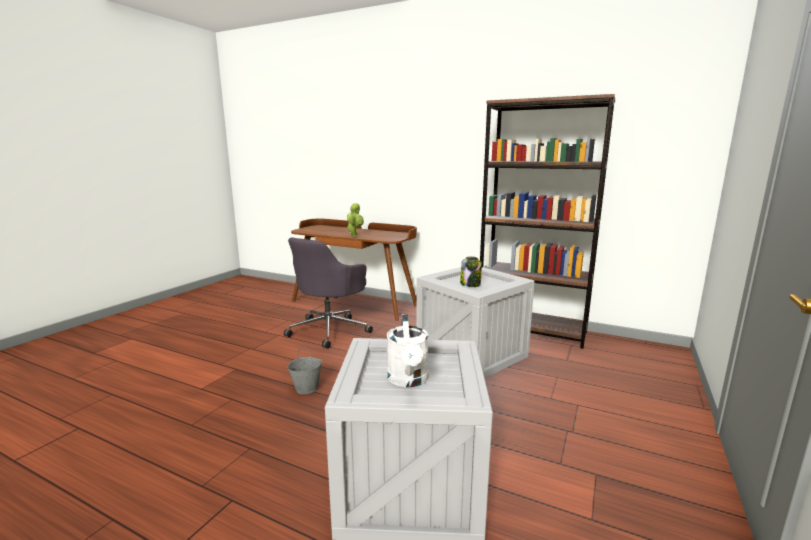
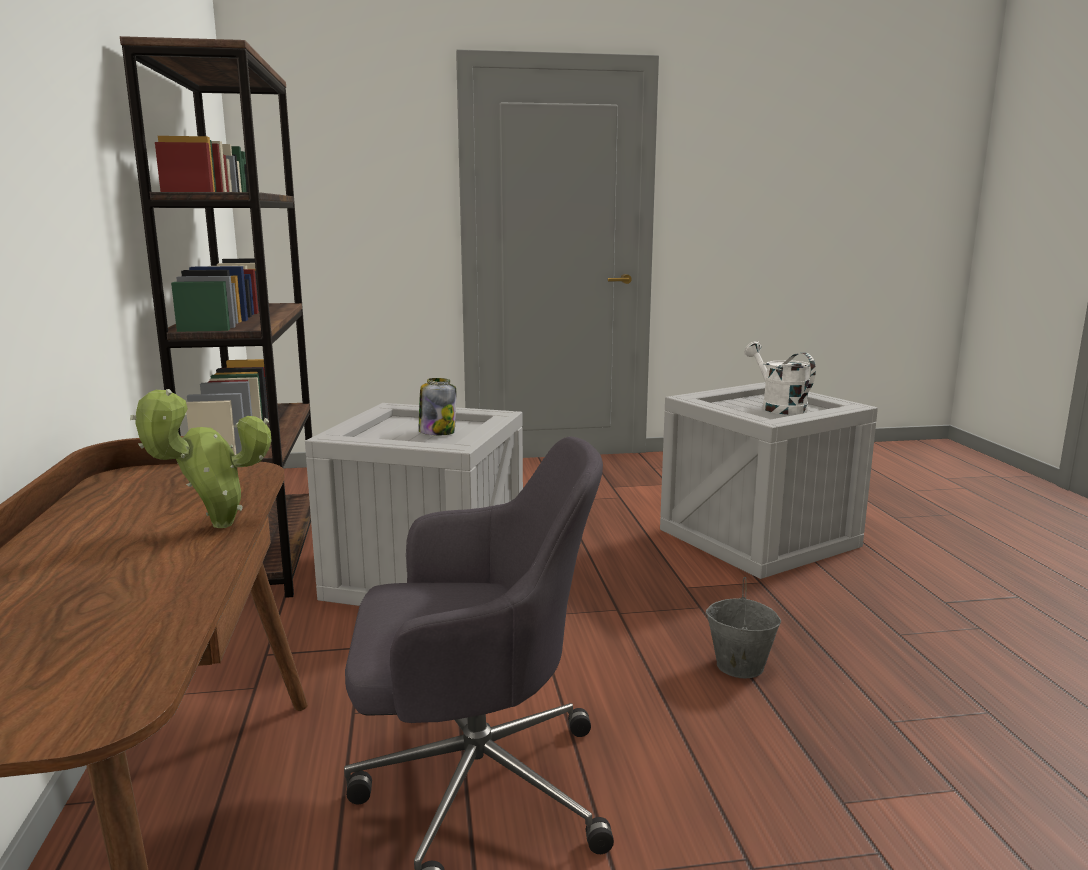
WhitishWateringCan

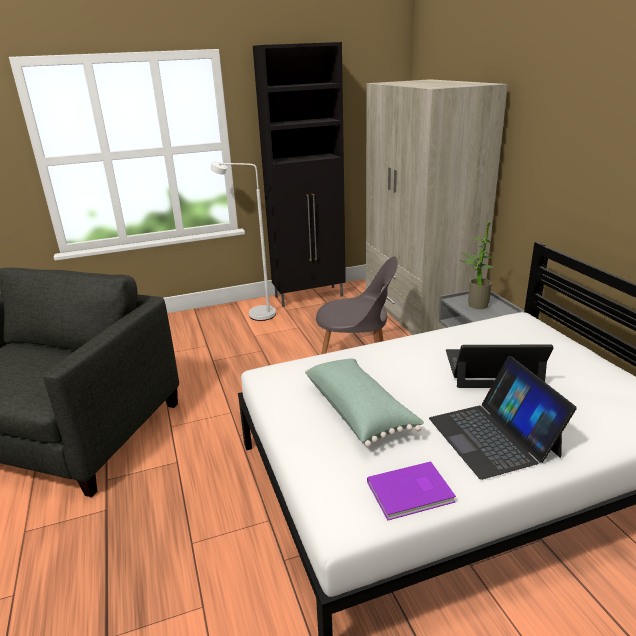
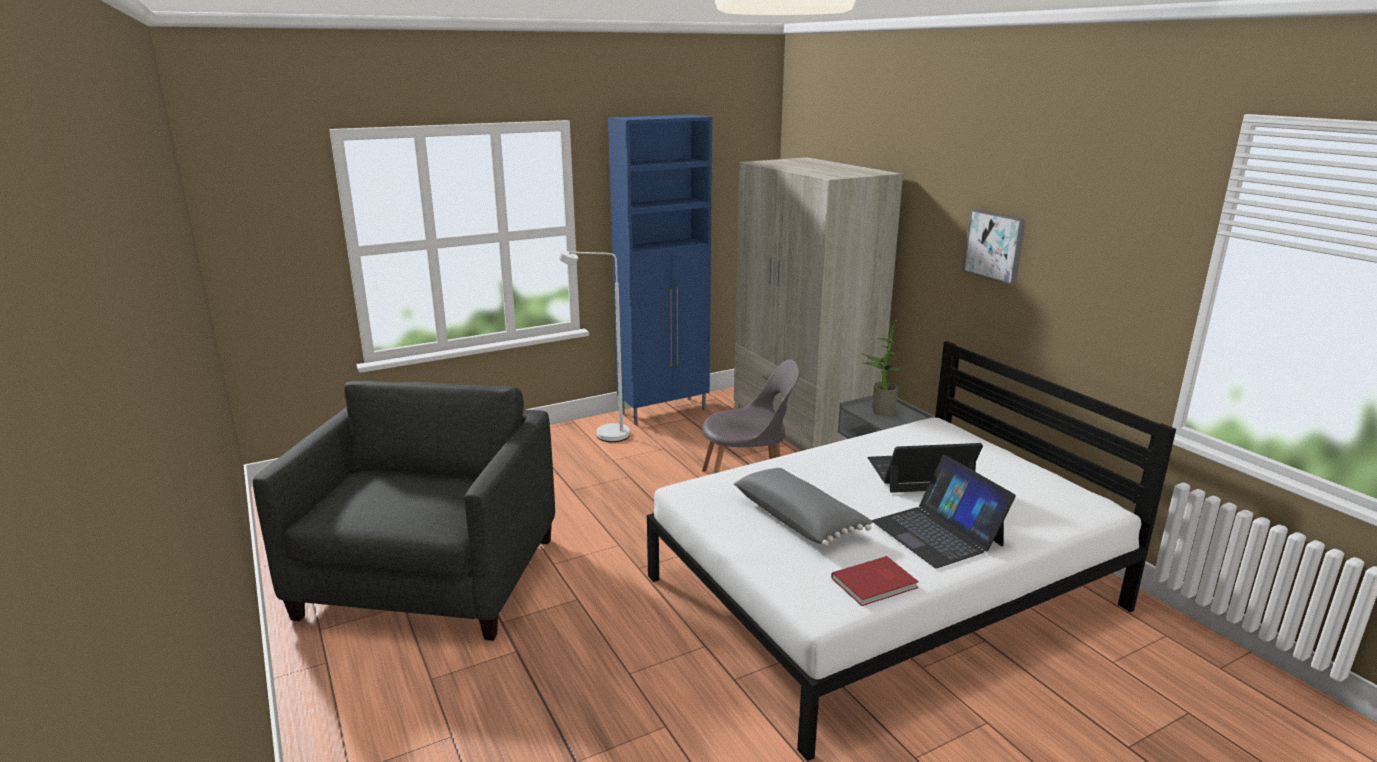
BluishStorageCabinet
GreyishThrowPillow
RedBoundBook
WallPicture

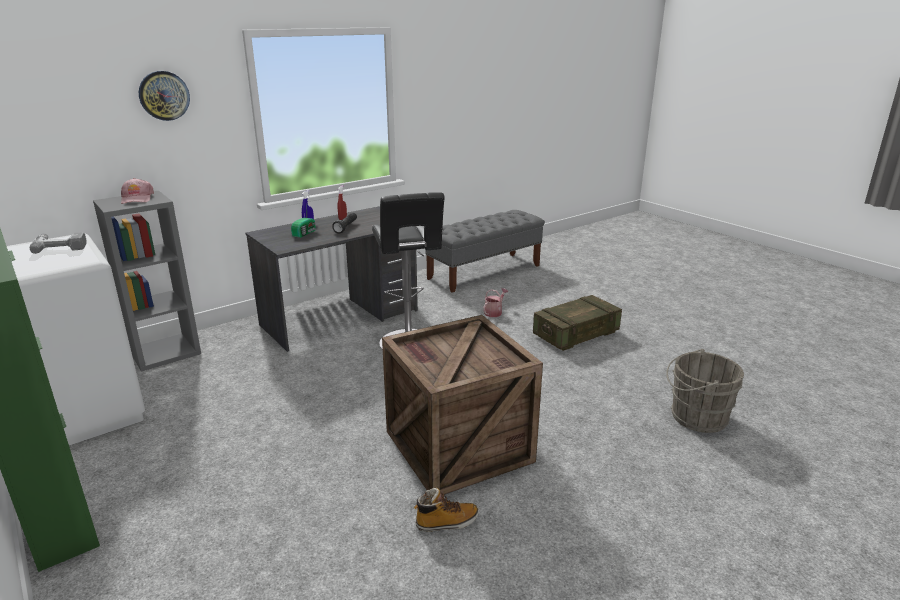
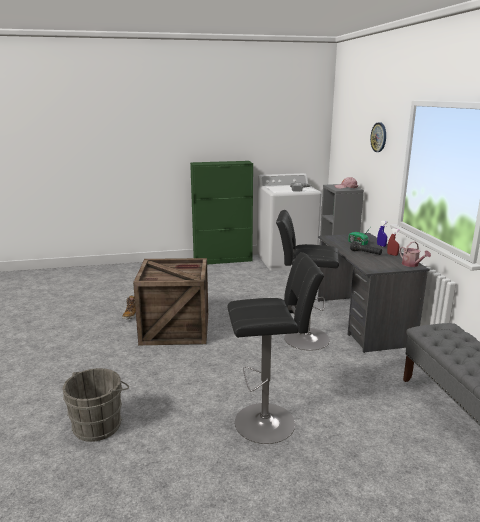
BlackishStoolSeat (no. 1 from left)
WateringCan

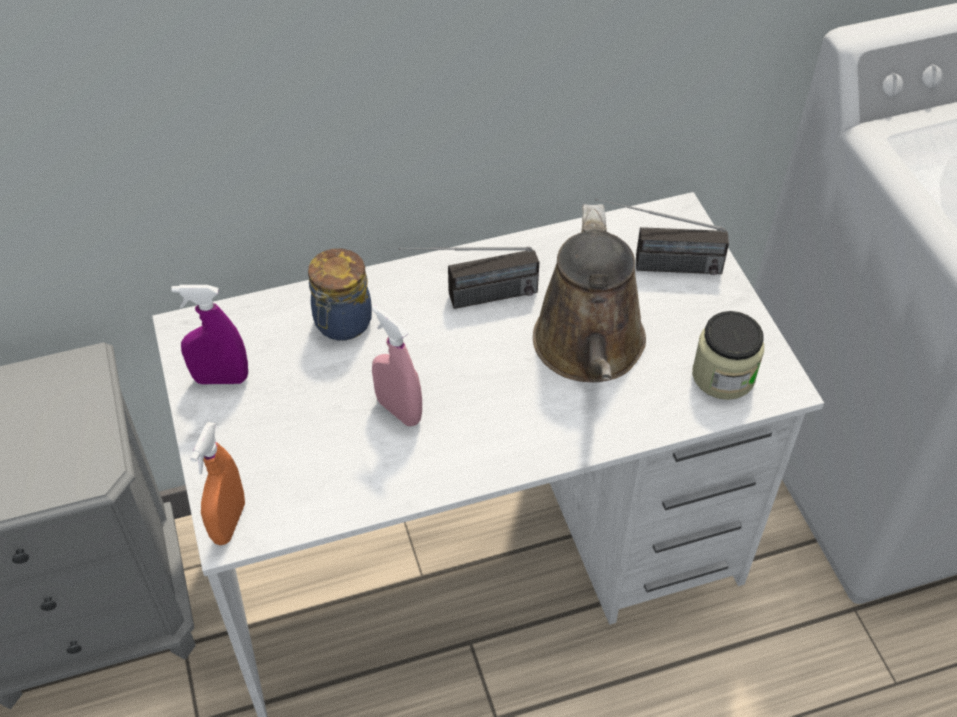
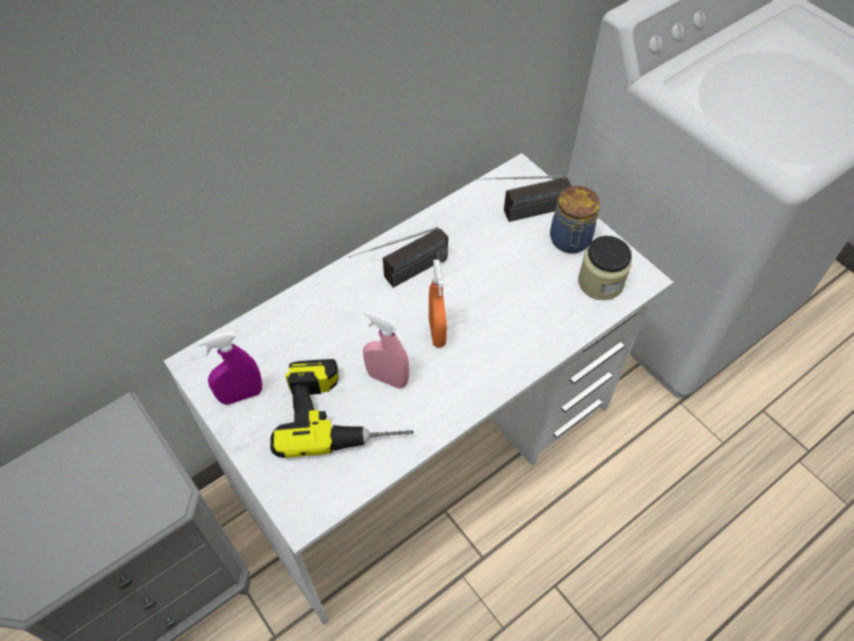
PowerDrill
OrangeColouredSprayBottle
Jar (no. 1 from left)
BrownColouredWateringCan

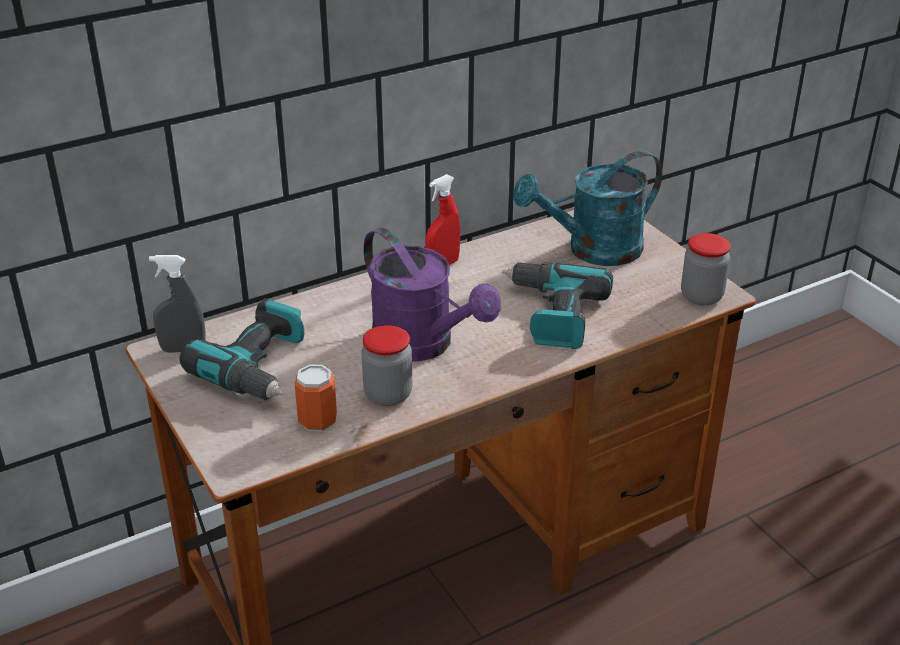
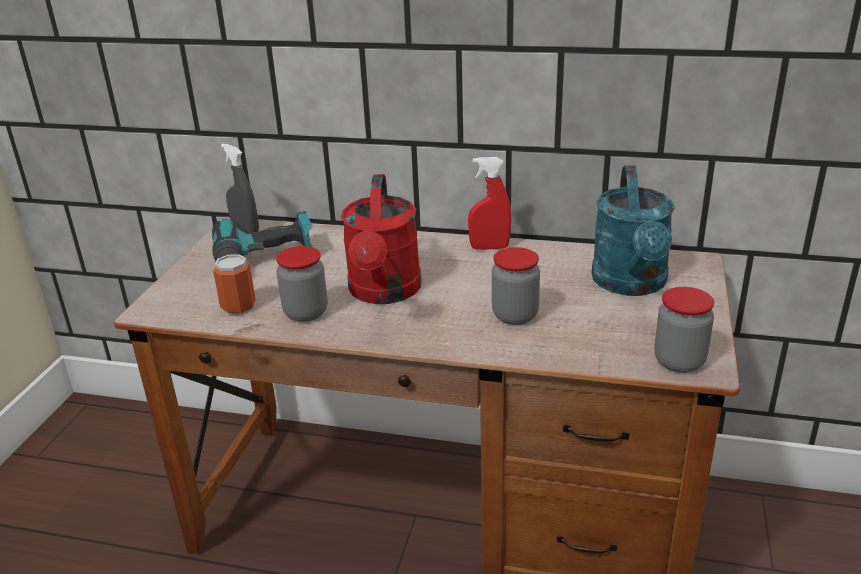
RedWateringCan
Jar (no. 2 from left)
TurquoiseWateringCan

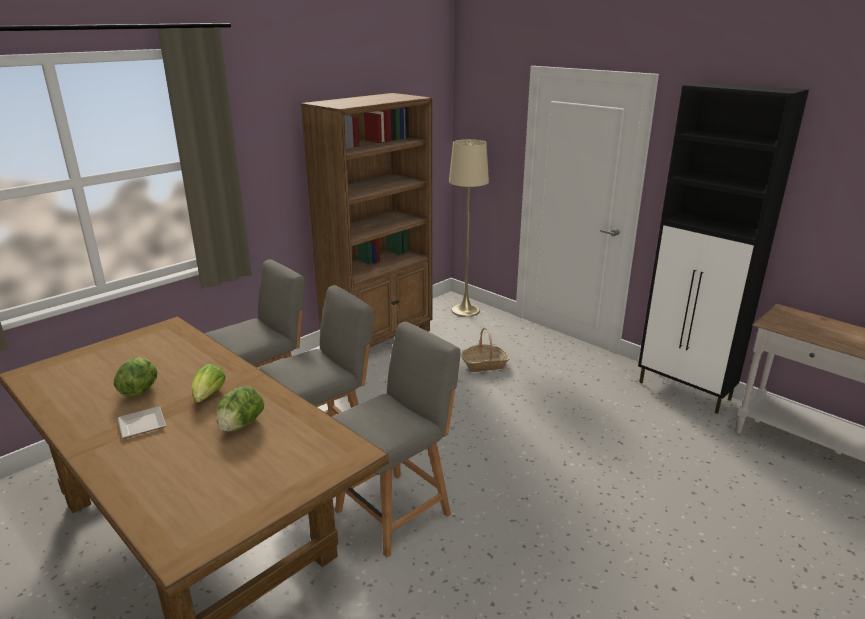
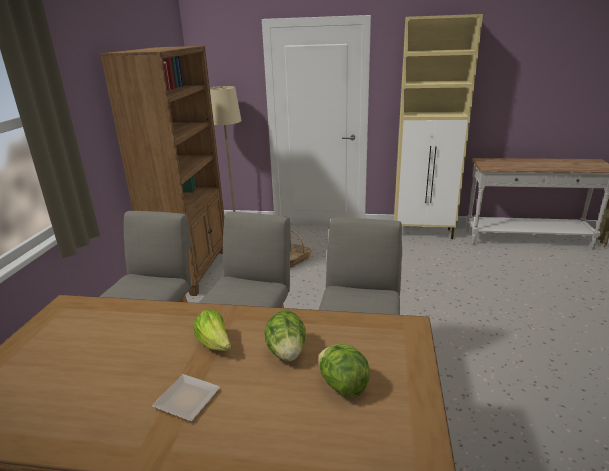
LettuceHead (no. 3 from left)
BeigeColouredStorageCabinet

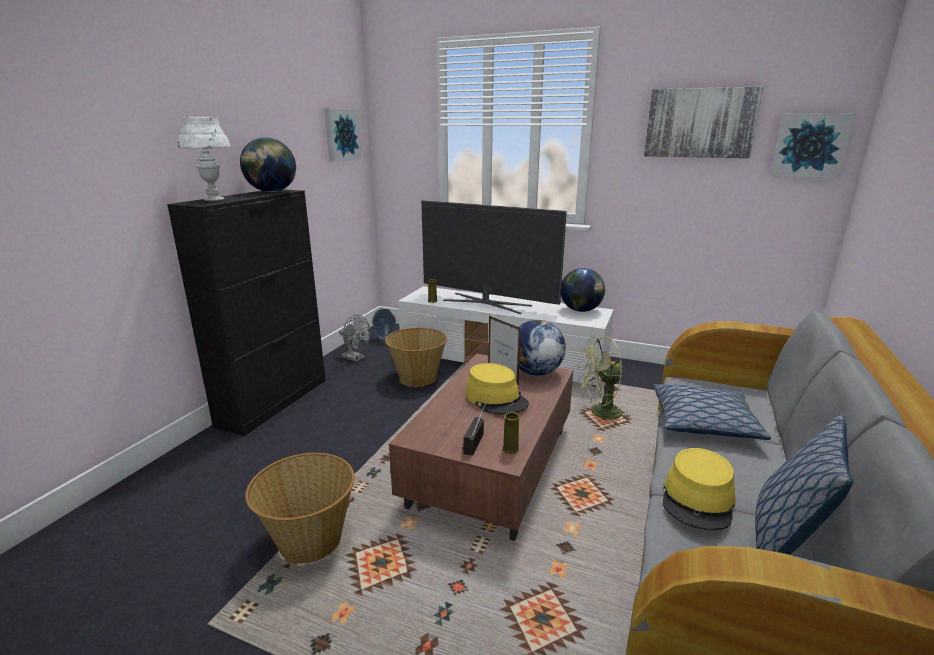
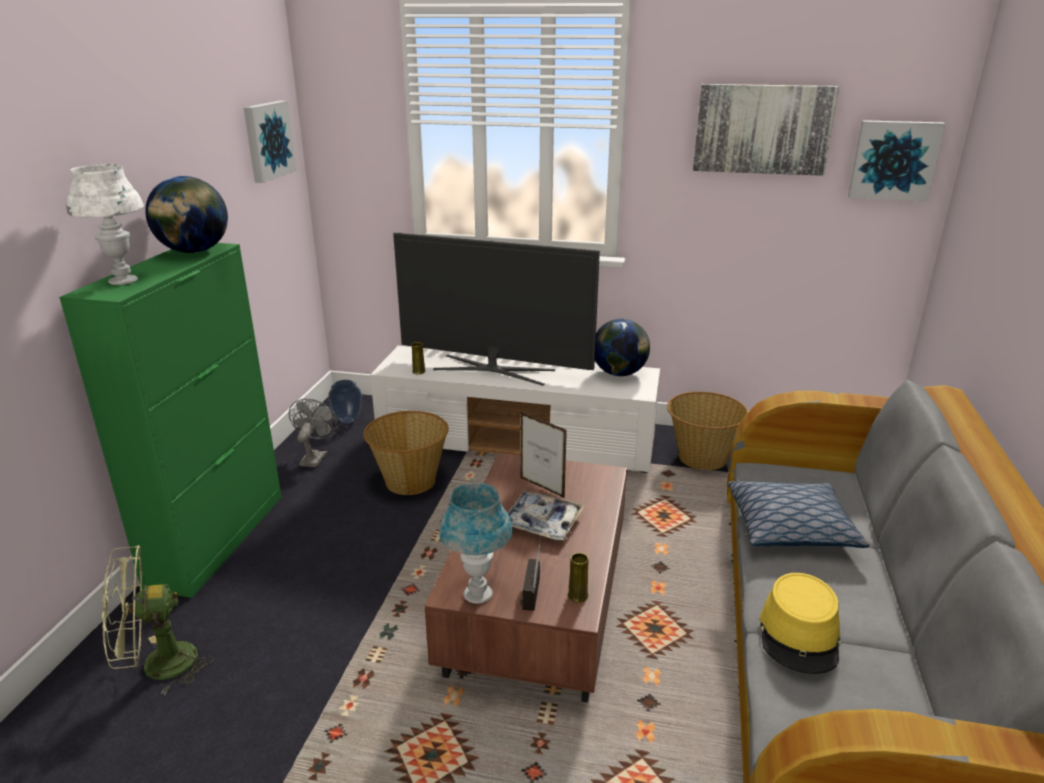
GreenishStorageCabinet
GreenishElectricFan
GreyishElectricFan
BluishTabletopLamp
Tray
StorageBasket (no. 2 from left)
Globe (no. 2 from left in the first image)
ThrowPillow (no. 2 from left in the first image)

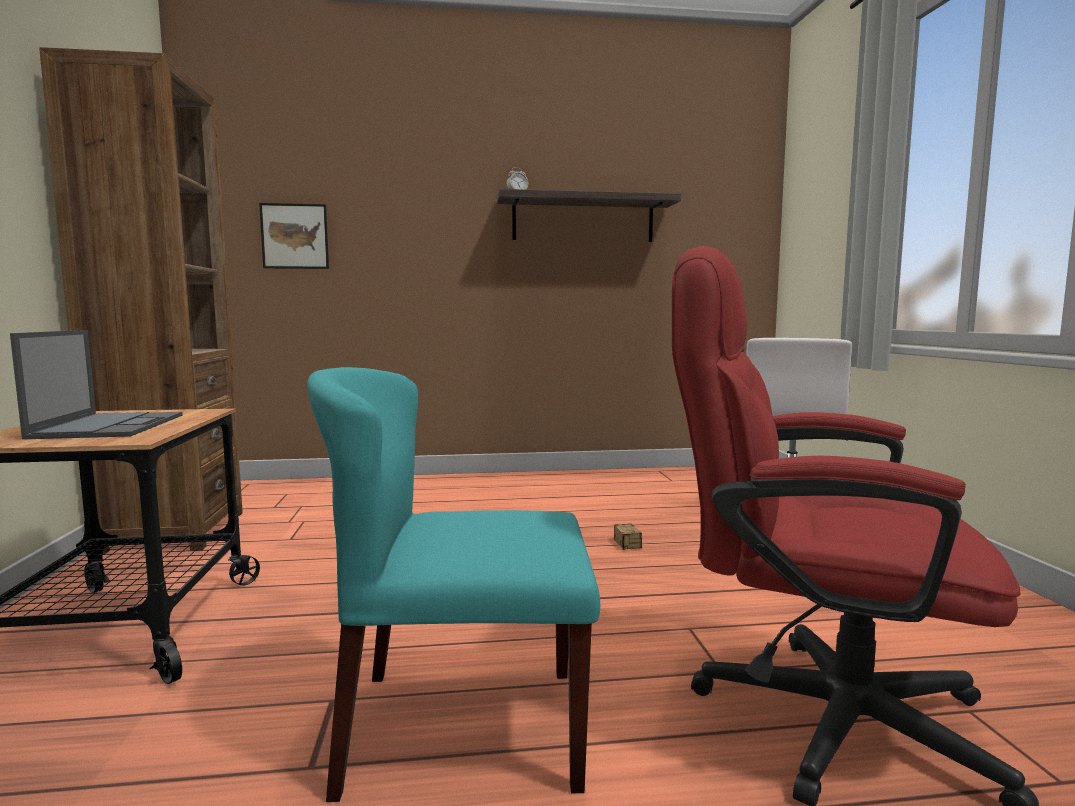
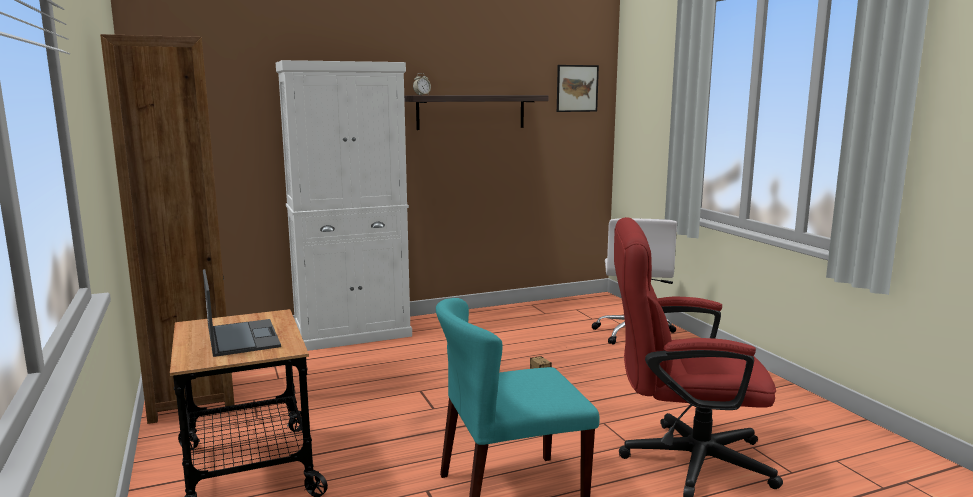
WhitishStorageCabinet
WallPicture

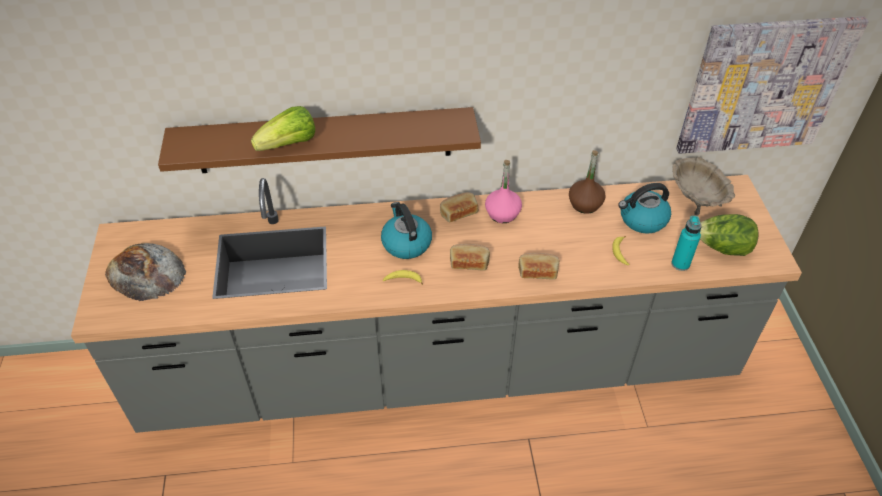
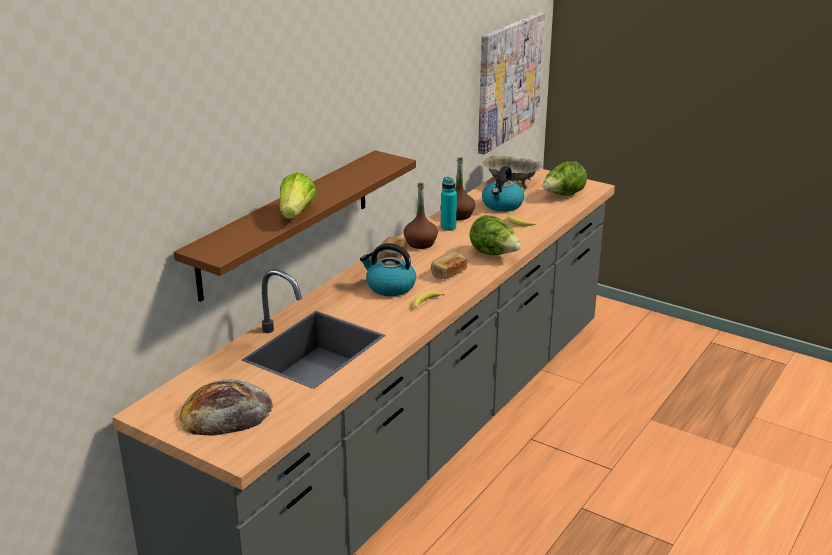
BrownColouredDrinkBottle (no. 1 from left)
TurquoiseDrinkBottle
LettuceHead (no. 2 from left)

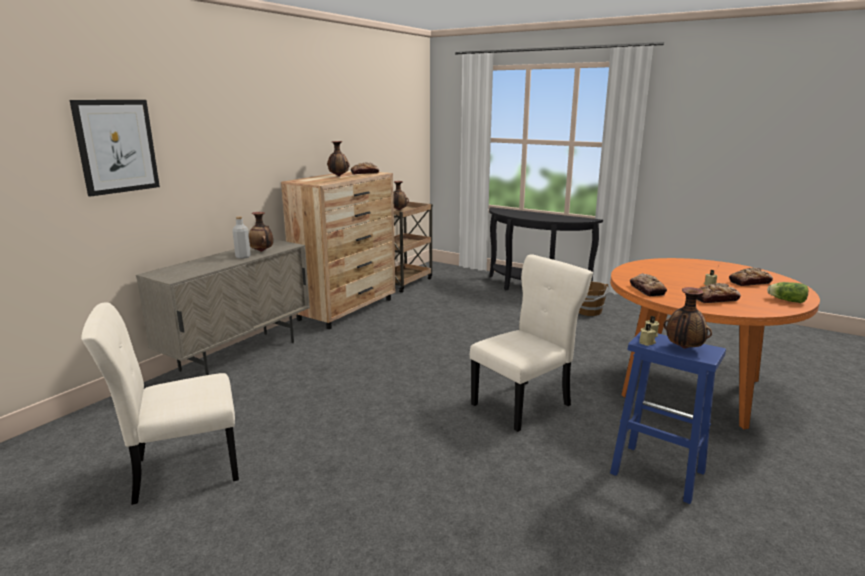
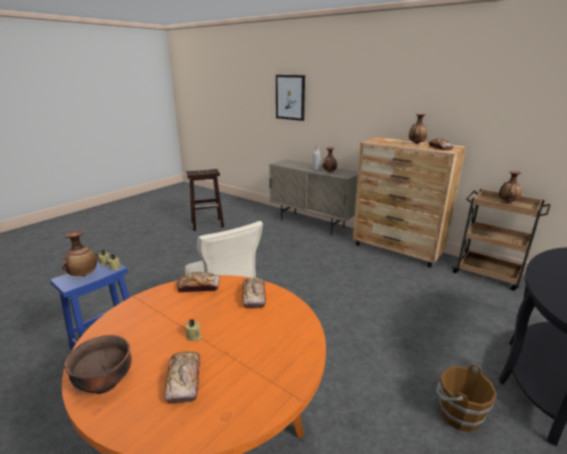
BrownColouredServingBowl
BrownColouredStoolSeat
BakedBread (no. 3 from left)

